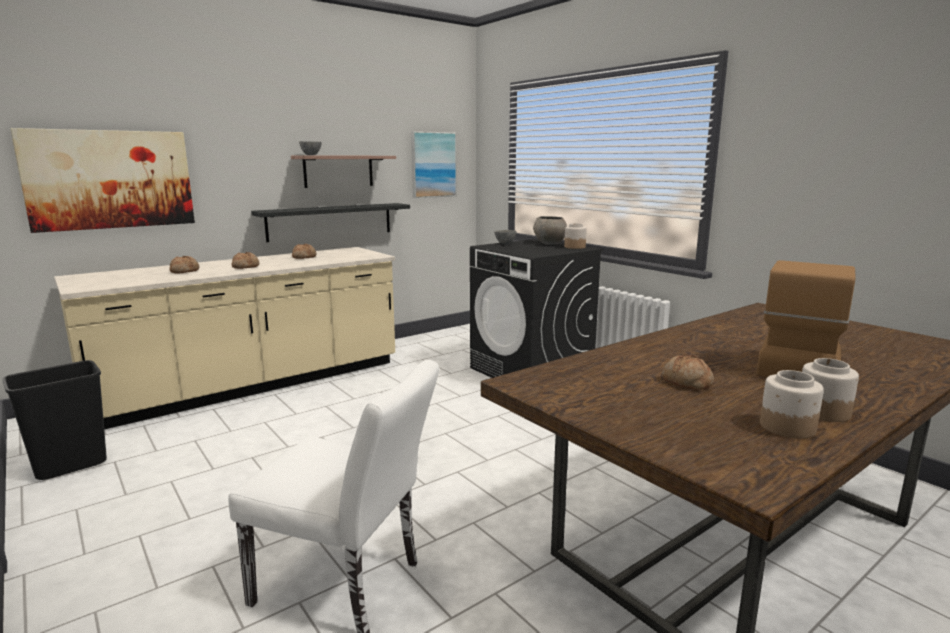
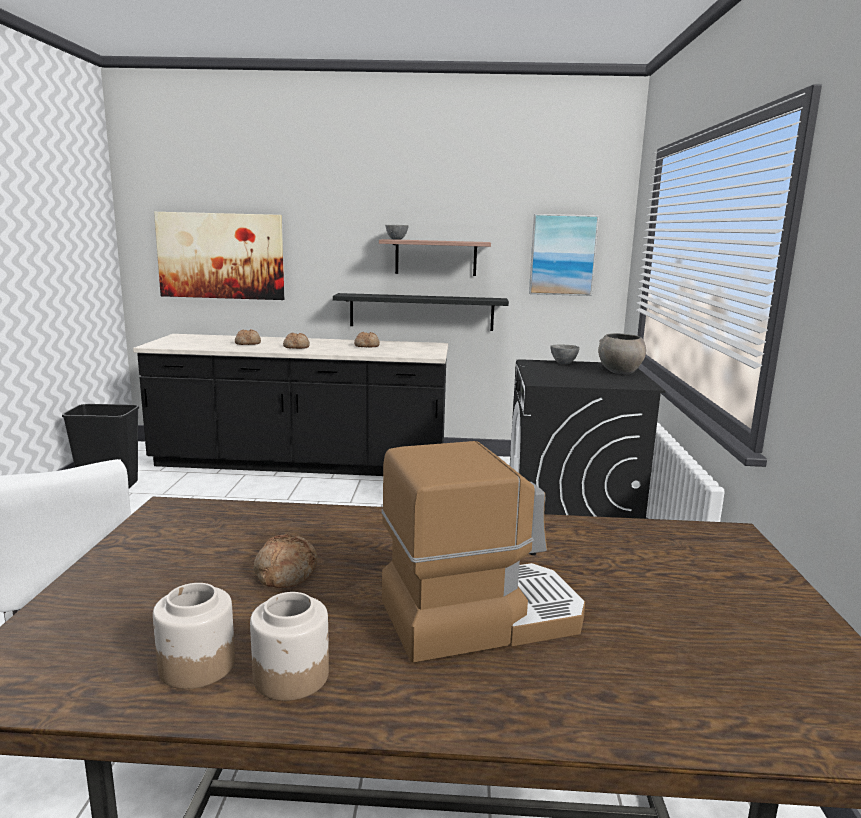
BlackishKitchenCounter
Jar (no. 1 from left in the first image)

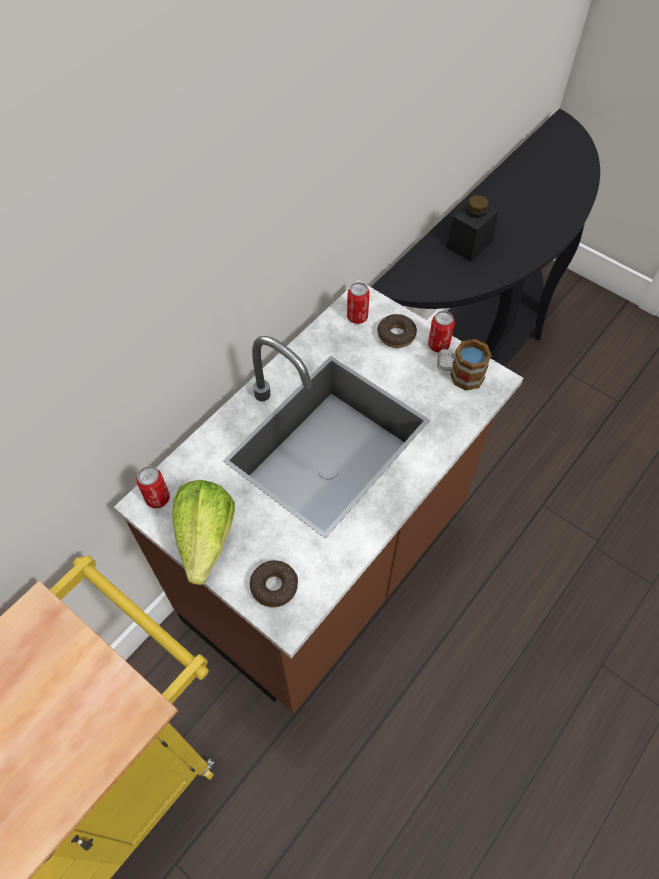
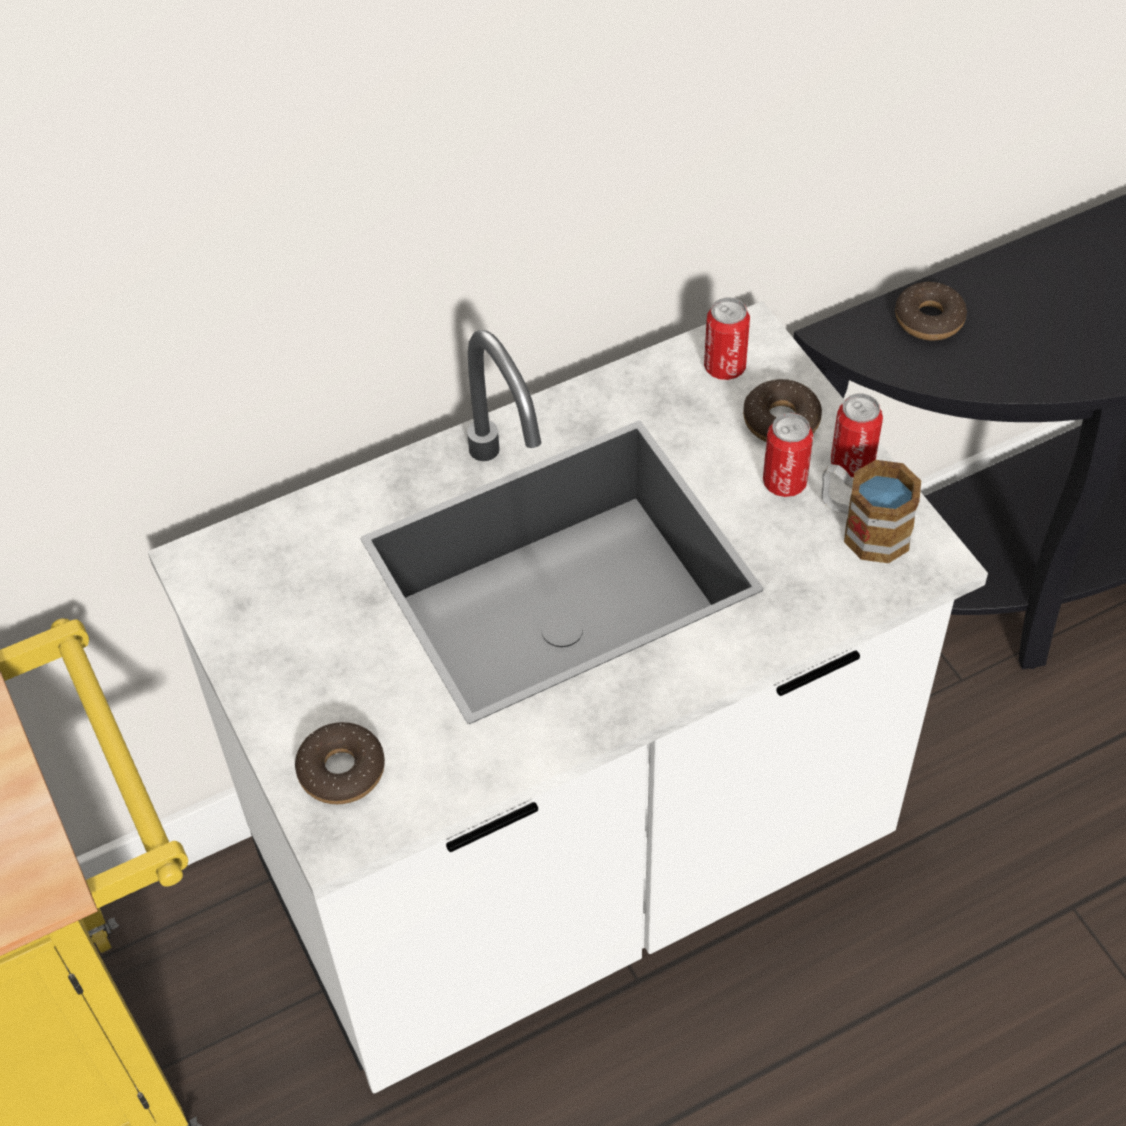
WhitishKitchenCounter
Can (no. 2 from left)
Doughnut (no. 3 from left)
LettuceHead
BlackishJar

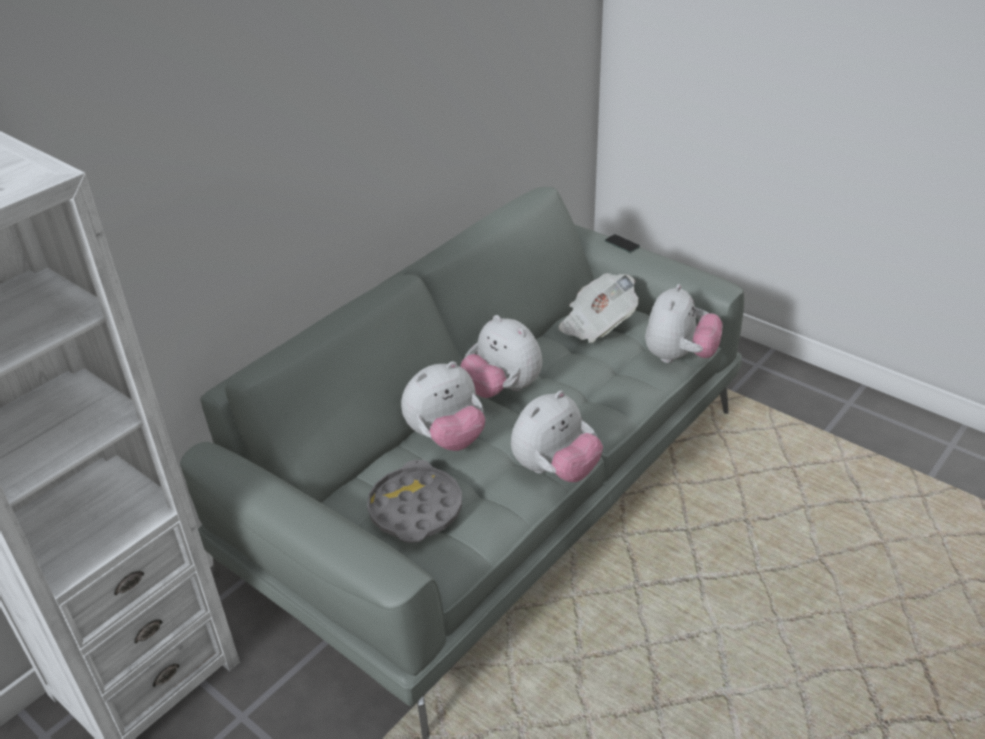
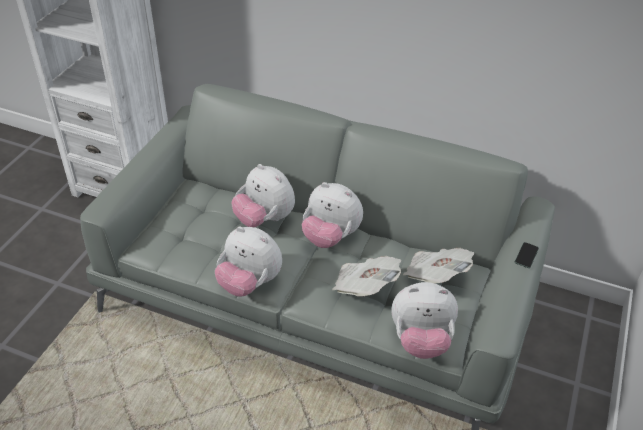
PlushToy (no. 3 from left)
DailyPaper (no. 1 from left)
GreyishTray

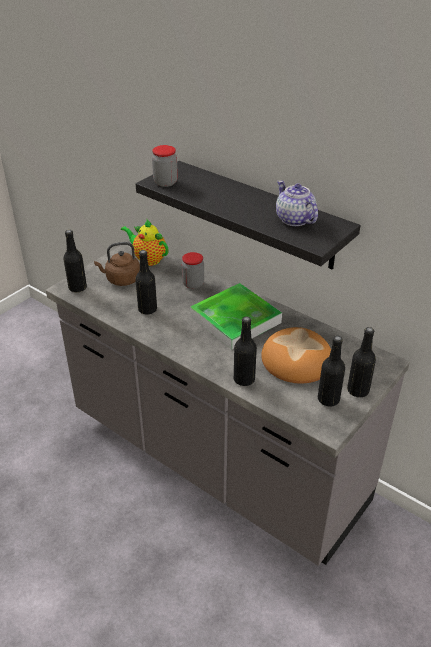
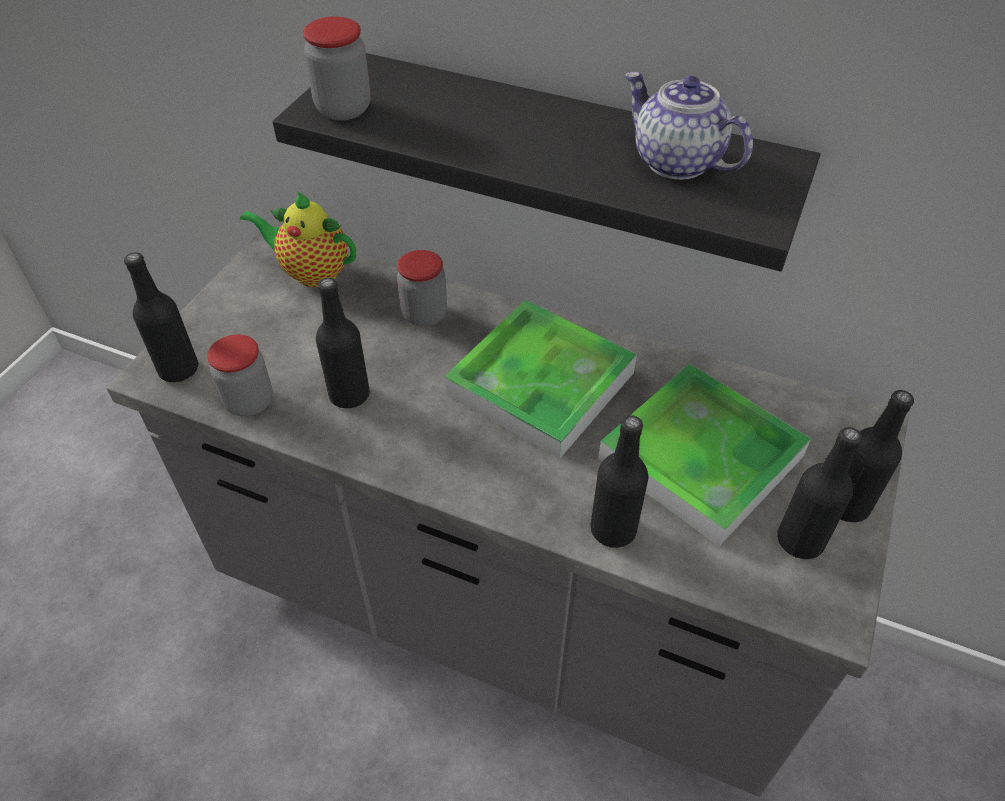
Jar (no. 1 from left)
Tray (no. 2 from left)
BrownColouredKettle

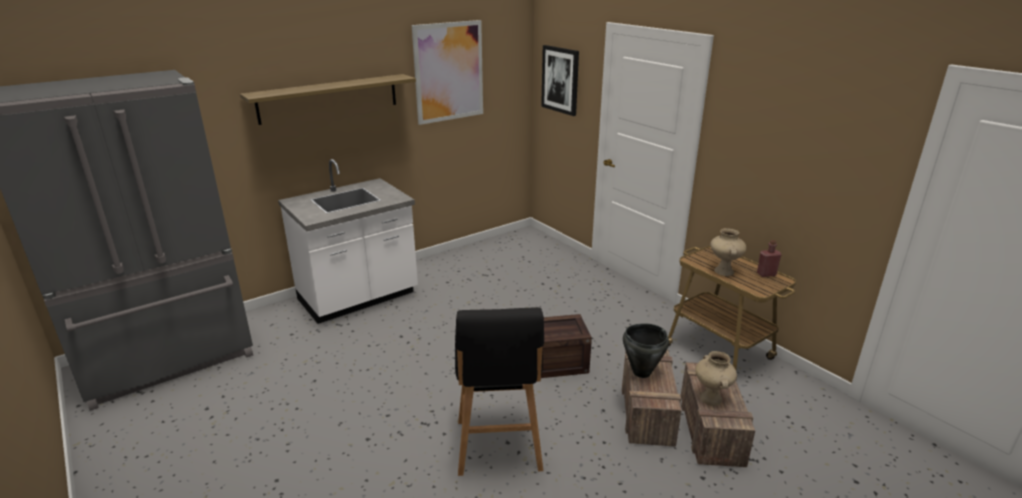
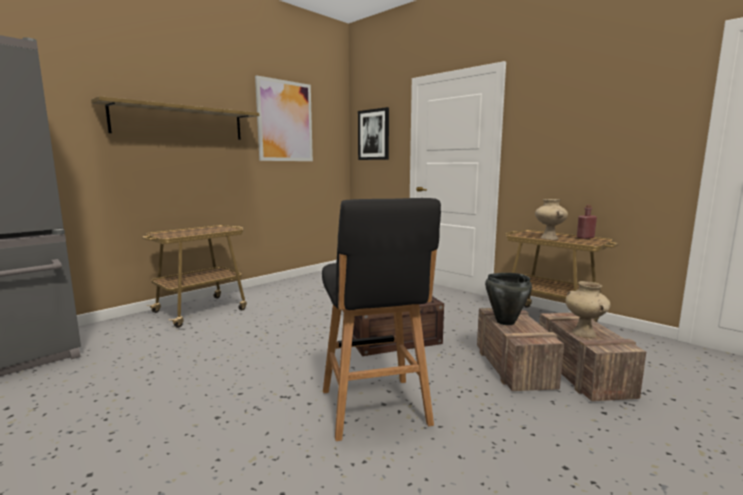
WheeledCart (no. 1 from left)

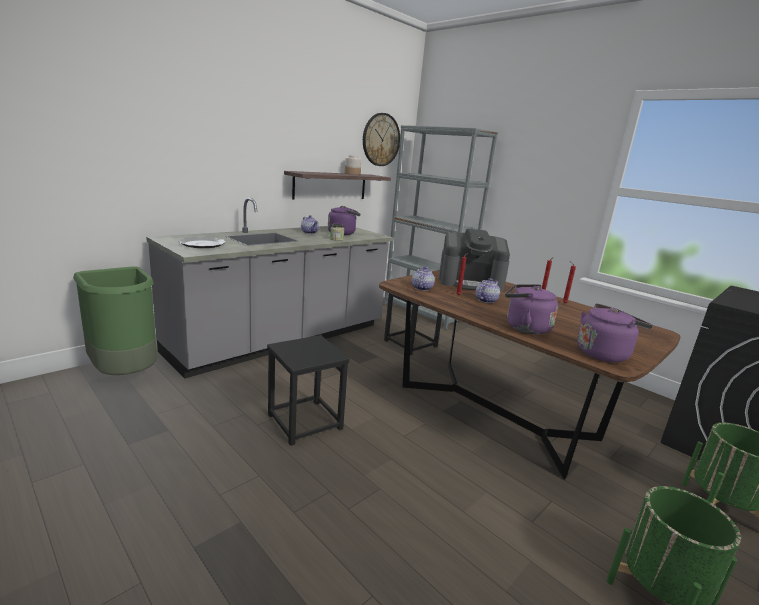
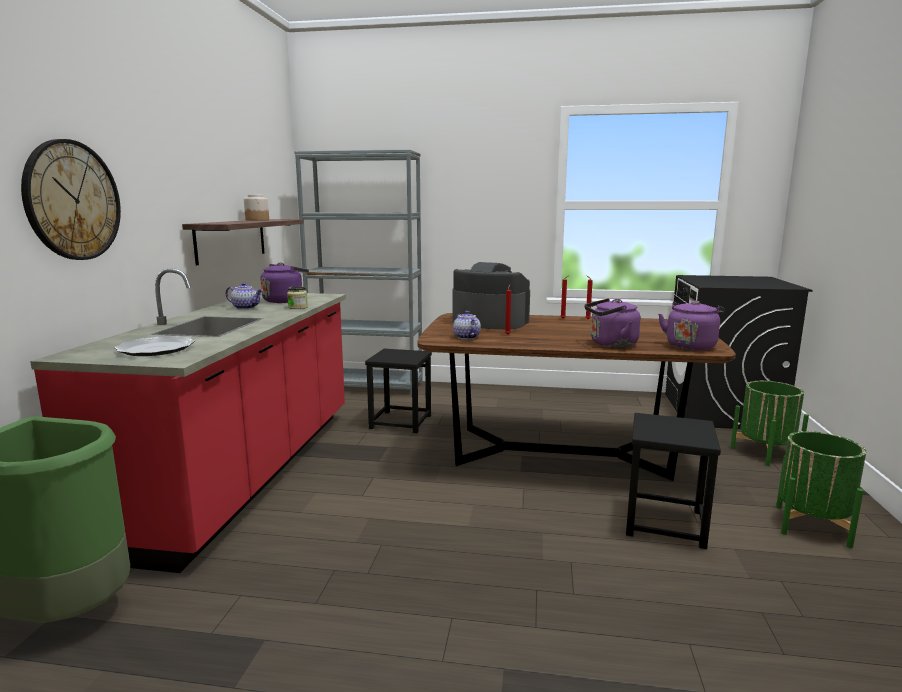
HangingClock
RedKitchenCounter
CoffeeMachine
BlackishStoolSeat (no. 2 from left)
Teapot (no. 3 from left in the first image)

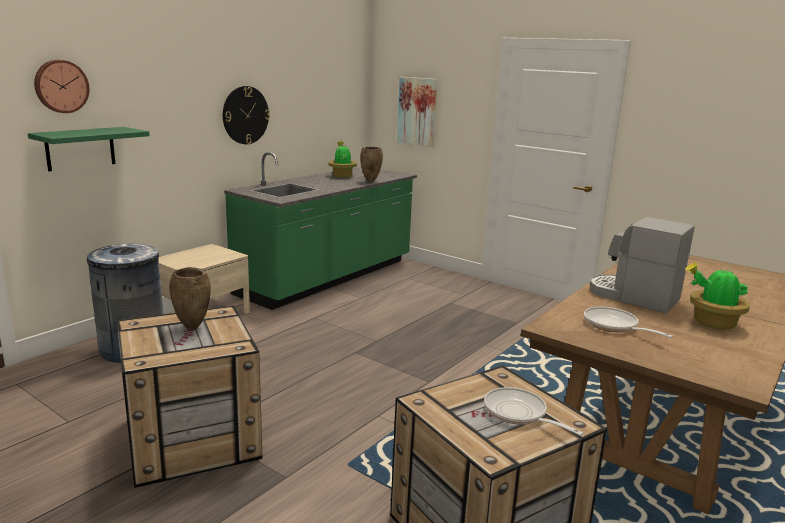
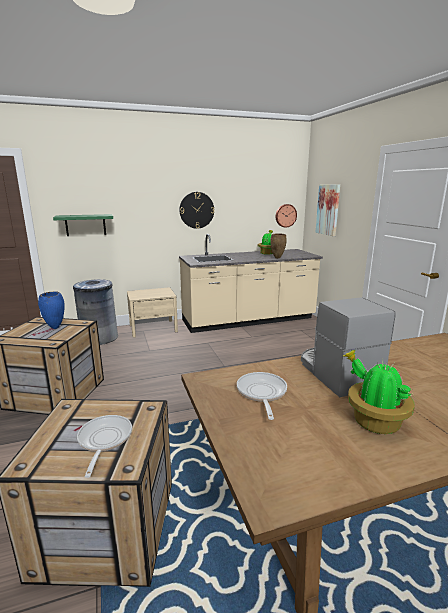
BluishVase
BeigeColouredKitchenCounter
HangingClock (no. 2 from left)

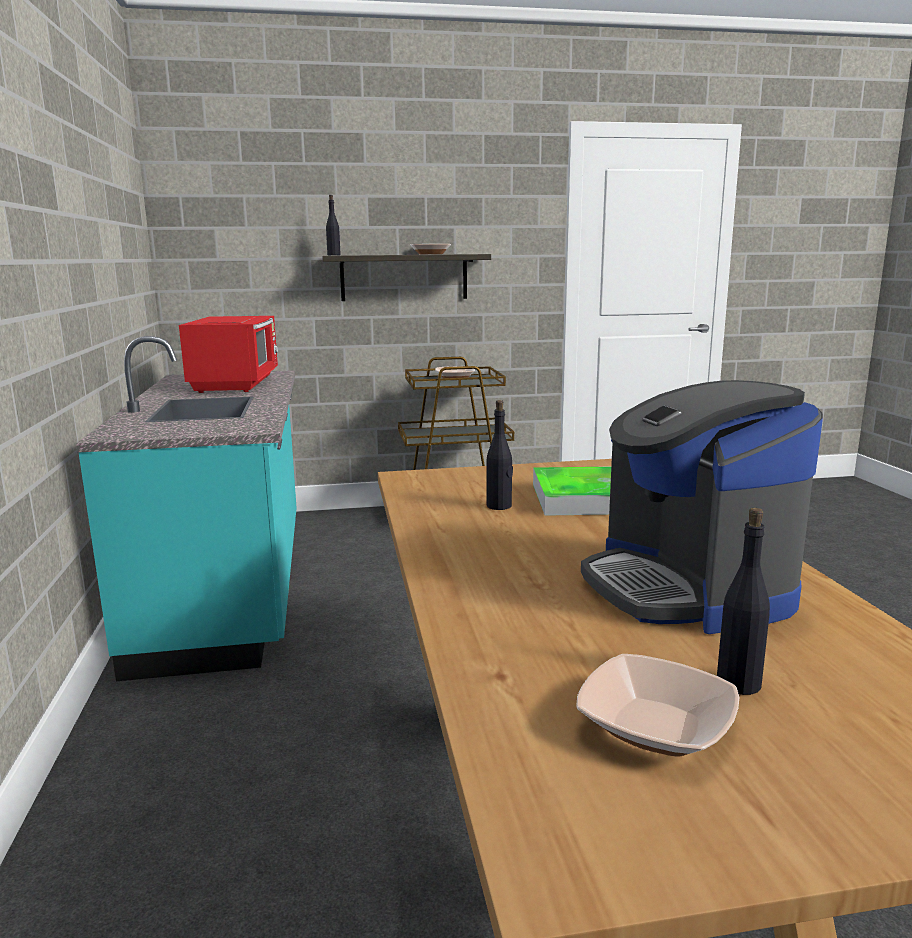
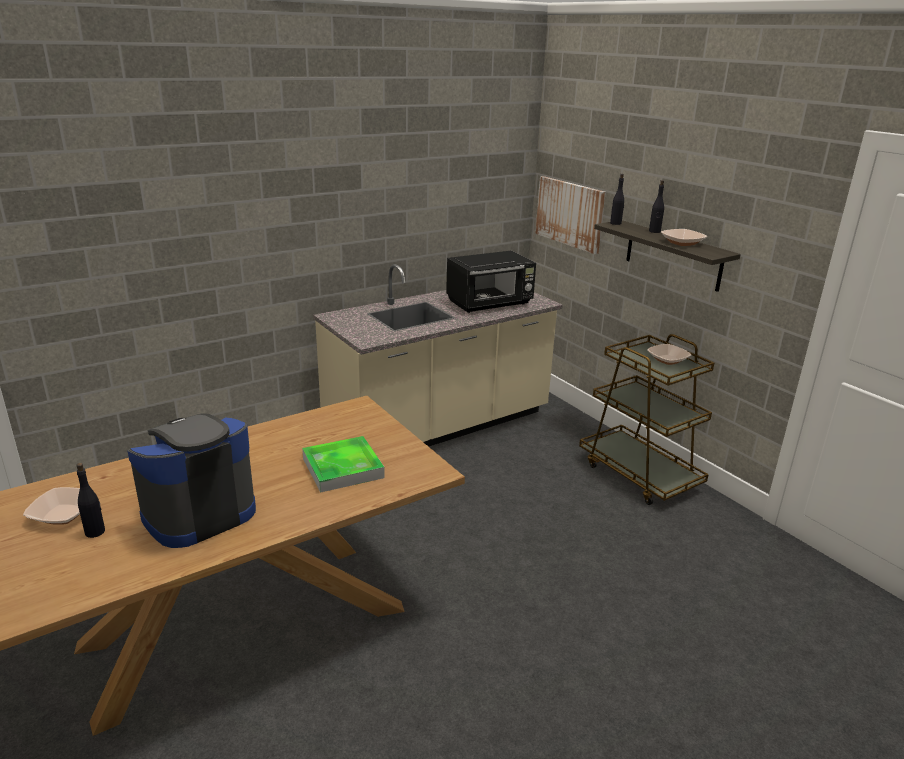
BeigeColouredKitchenCounter
BlackishKitchenMicrowave
WallPicture
BlackishDrinkBottle (no. 3 from left)

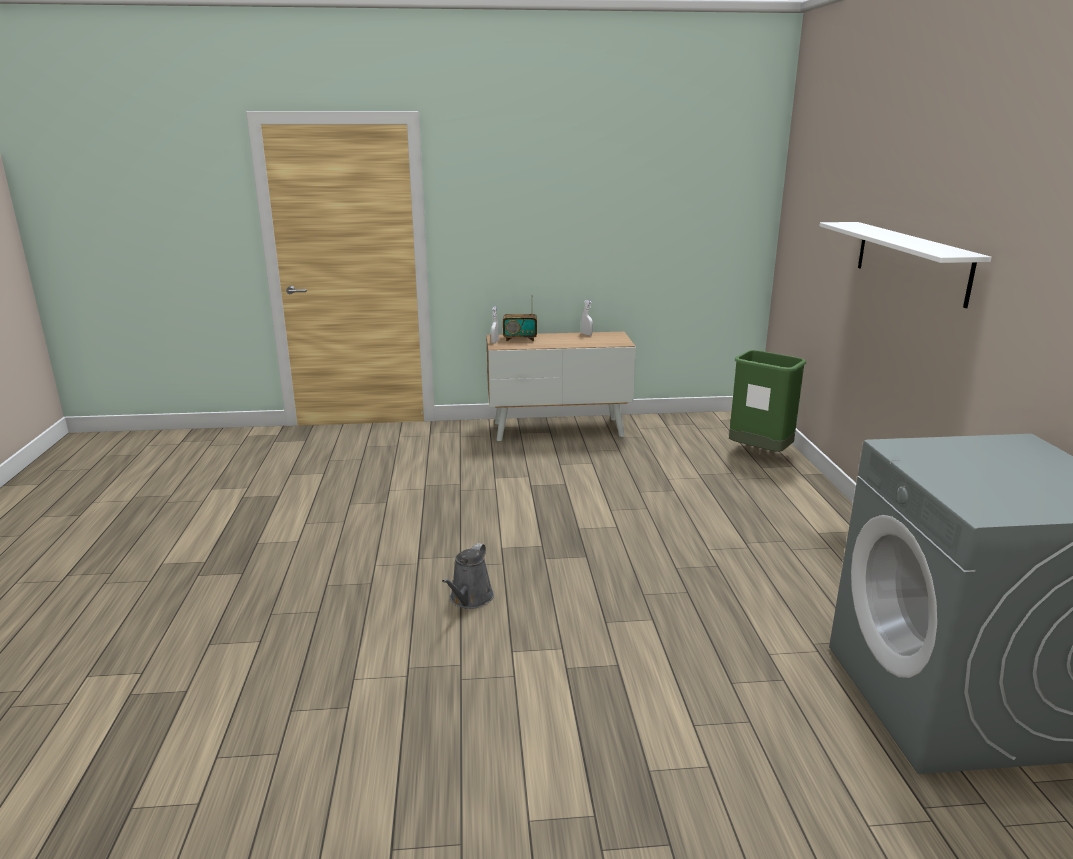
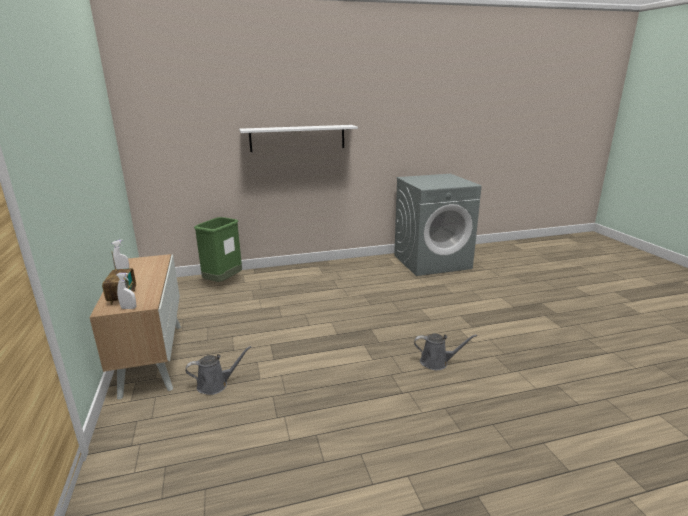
GreyishWateringCan (no. 1 from left)

